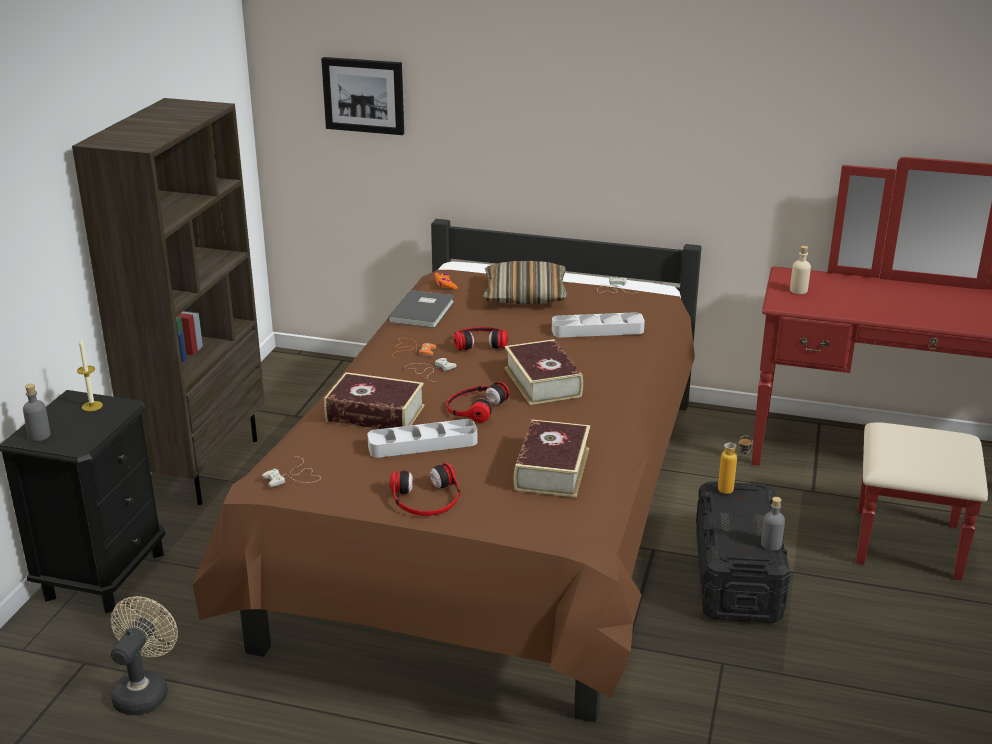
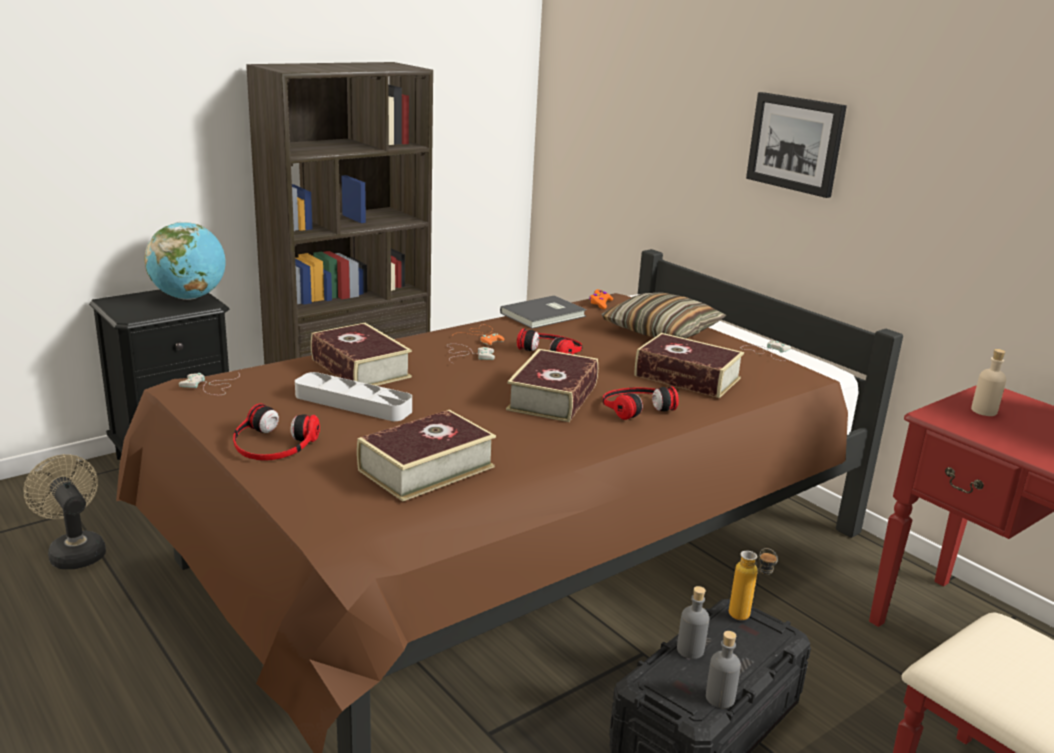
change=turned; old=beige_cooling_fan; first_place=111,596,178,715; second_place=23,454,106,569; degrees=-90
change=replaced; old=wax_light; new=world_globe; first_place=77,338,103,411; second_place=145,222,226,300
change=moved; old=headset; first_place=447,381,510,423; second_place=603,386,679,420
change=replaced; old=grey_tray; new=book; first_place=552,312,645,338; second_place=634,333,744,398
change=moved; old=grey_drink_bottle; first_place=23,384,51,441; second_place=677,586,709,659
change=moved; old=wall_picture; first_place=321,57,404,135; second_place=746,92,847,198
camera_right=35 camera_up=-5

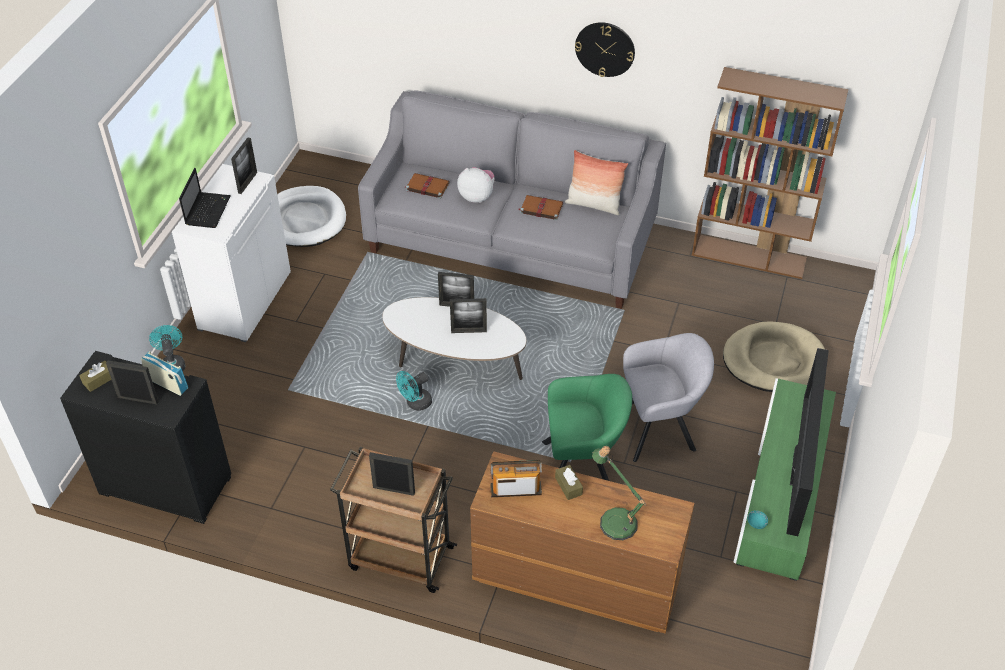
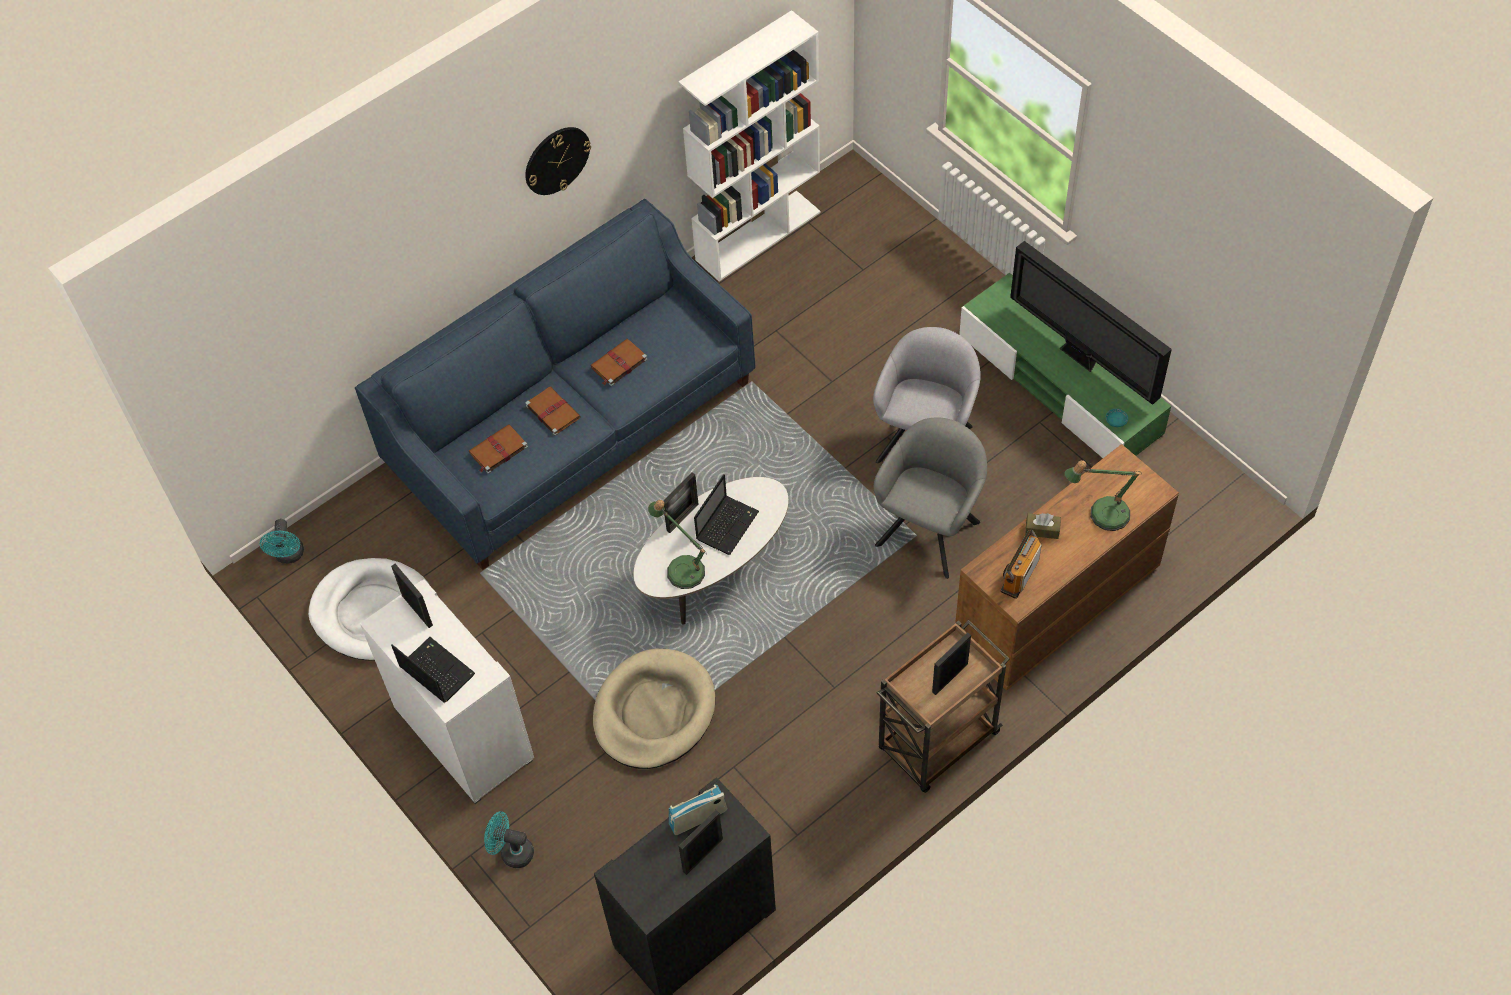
change=moved; old=turquoise-coloured_cooling_fan; first_place=396,371,432,411; second_place=260,519,304,564
change=recoloured; old=grey_couch; new=blue_couch; first_place=358,91,666,309; second_place=355,199,756,570
change=replaced; old=plush_toy; new=brown_book; first_place=457,167,495,203; second_place=526,386,581,436
change=moved; old=beige_dog_cushion; first_place=723,321,825,392; second_place=593,648,715,769
change=added; new=tabletop_lamp; second_place=648,500,707,589
change=recoloured; old=brown_bookshelf; new=white-coloured_bookshelf; first_place=692,67,848,279; second_place=679,10,821,281
change=replaced; old=photo_frame; new=notebook_computer; first_place=450,298,487,333; second_place=694,474,759,555
change=recoloured; old=green-coloured_lounge_chair; new=grey_lounge_chair; first_place=542,374,632,481; second_place=874,417,987,579
change=removed; old=brown_box_of_tissues; first_place=79,361,112,392
change=removed; old=pillow; first_place=565,150,628,215
camera_right=-55 camera_up=10

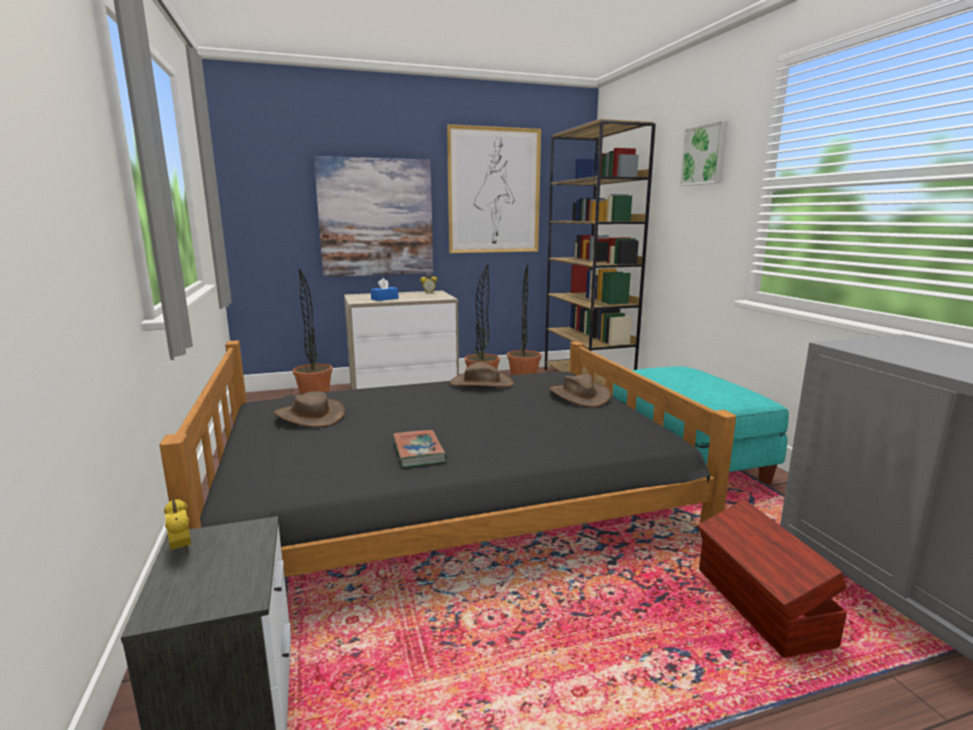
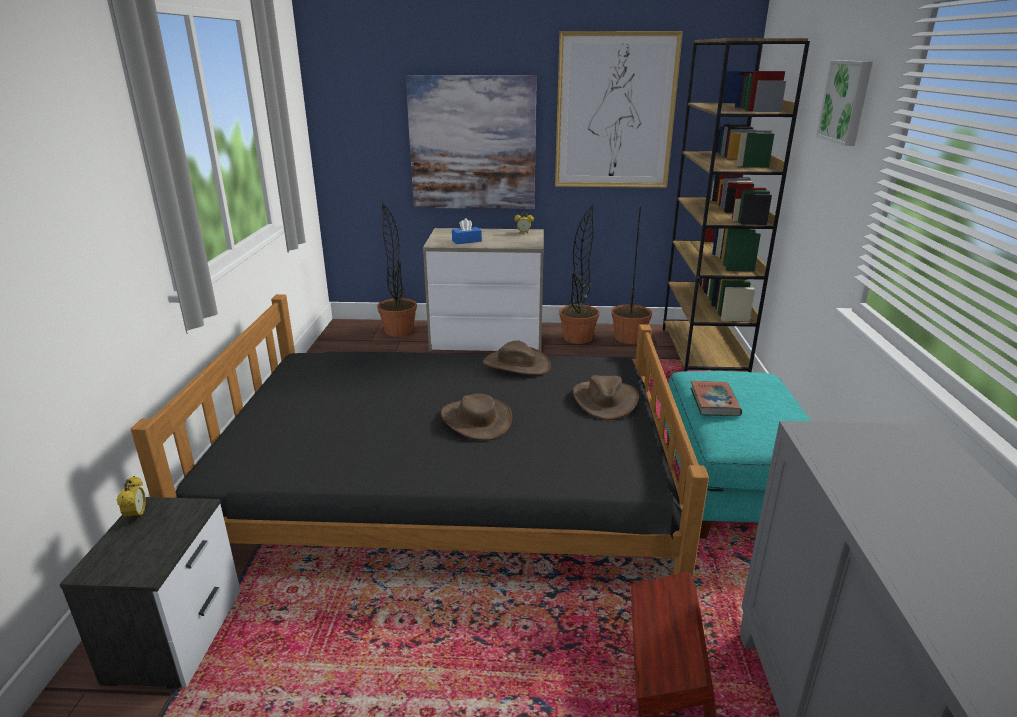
change=moved; old=brown_clothing_hat; first_place=274,391,345,427; second_place=441,393,512,440
change=moved; old=book; first_place=393,430,447,467; second_place=690,381,742,416
camera_right=20 camera_up=10

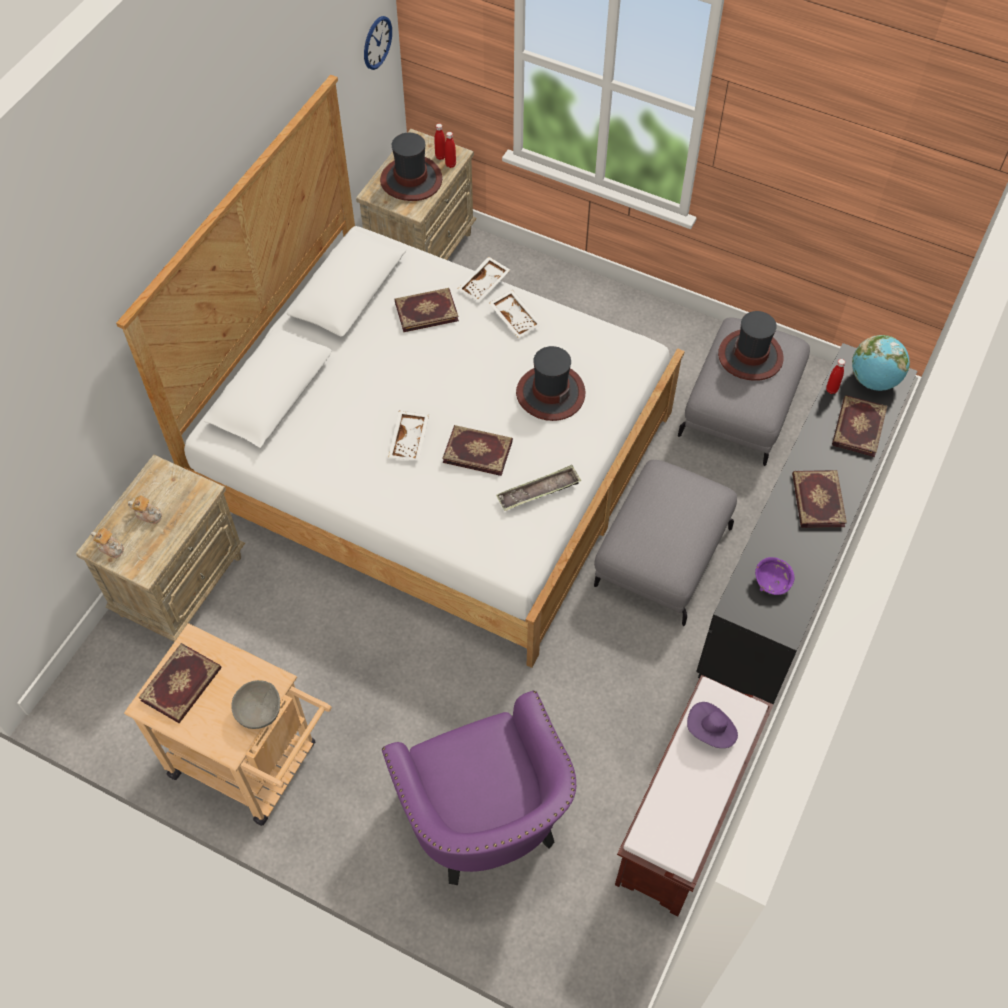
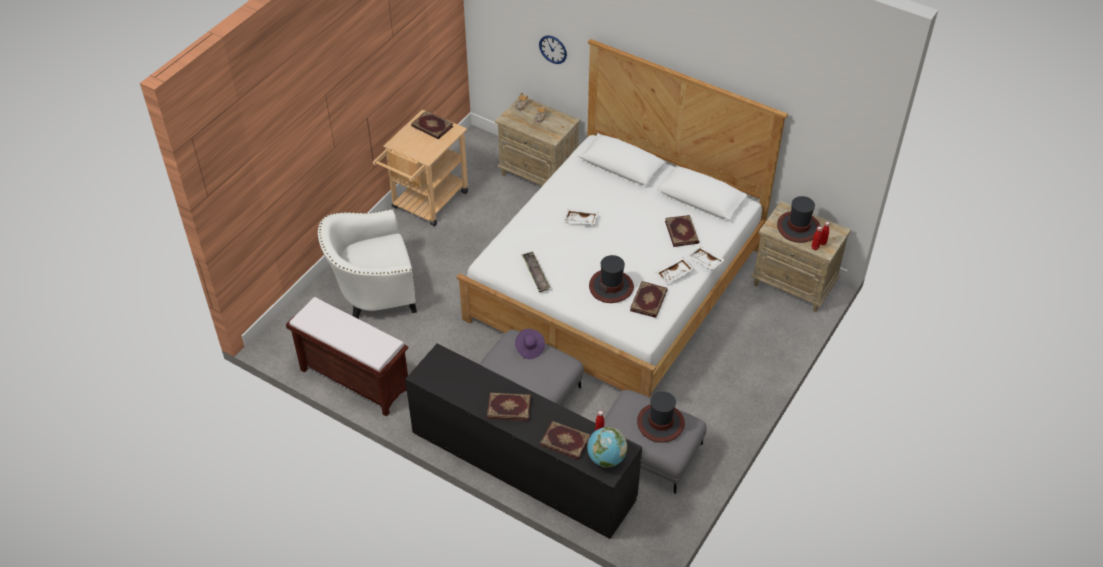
change=recoloured; old=purplish_lounge_chair; new=white-coloured_lounge_chair; first_place=382,691,576,885; second_place=318,209,417,319
change=moved; old=purplish_clothing_hat; first_place=687,702,738,748; second_place=515,329,545,359
change=moved; old=hanging_clock; first_place=364,16,392,70; second_place=539,35,567,64
change=moved; old=book; first_place=442,425,513,476; second_place=630,281,668,318
change=removed; old=grey_bowl; first_place=231,680,280,729
change=removed; old=purplish_bowl; first_place=755,557,795,595
camera_right=95 camera_up=-10

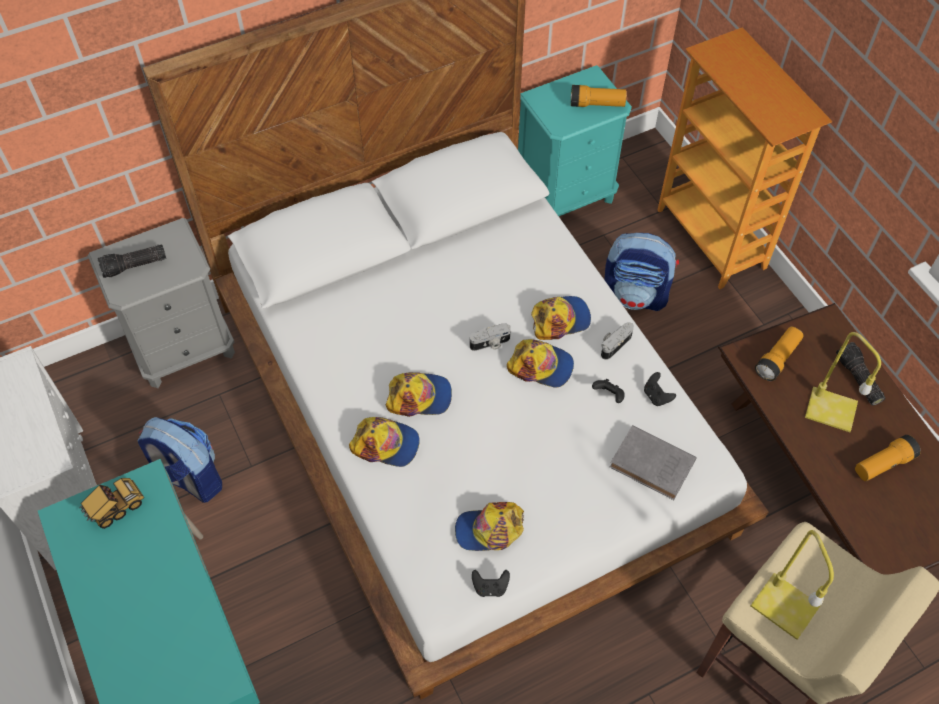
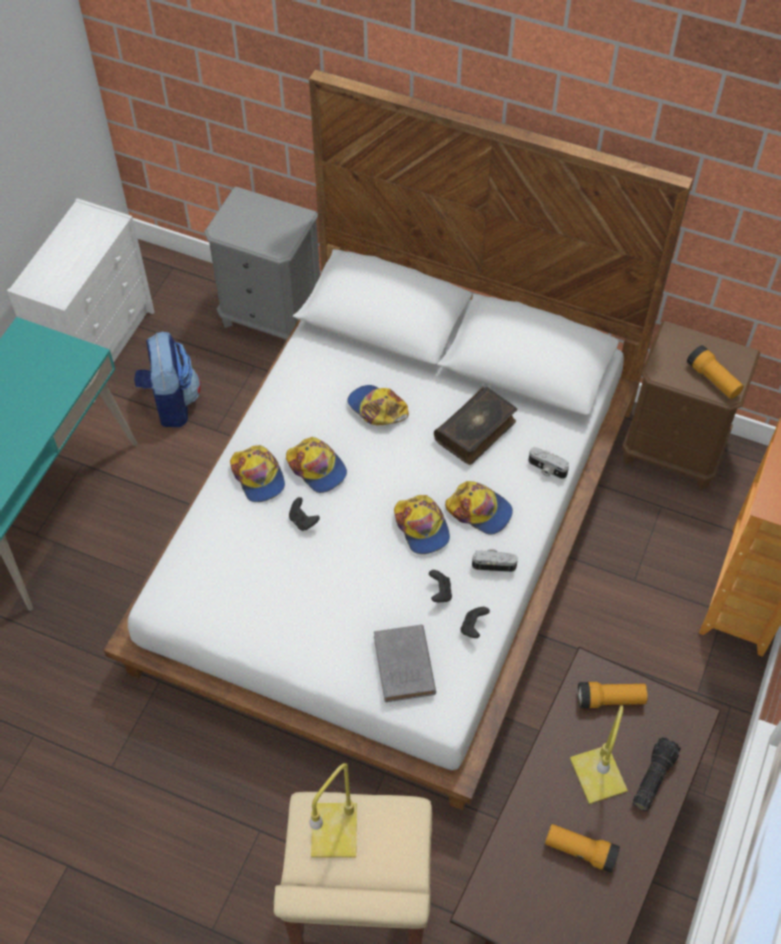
change=moved; old=black_joypad; first_place=472,570,510,597; second_place=289,497,320,531
change=moved; old=baseball_cap; first_place=455,502,524,551; second_place=347,385,409,425
change=added; new=book; second_place=434,387,517,465
change=moved; old=photo_camera; first_place=470,323,511,351; second_place=528,447,569,479
change=recoloured; old=turquoise-coloured_bedside_table; new=brown_bedside_table; first_place=518,65,632,216; second_place=622,321,760,489
change=removed; old=model_truck; first_place=80,478,144,529
change=removed; old=flashlight; first_place=97,245,166,278
change=removed; old=knapsack; first_place=604,233,679,311
camera_right=50 camera_up=0

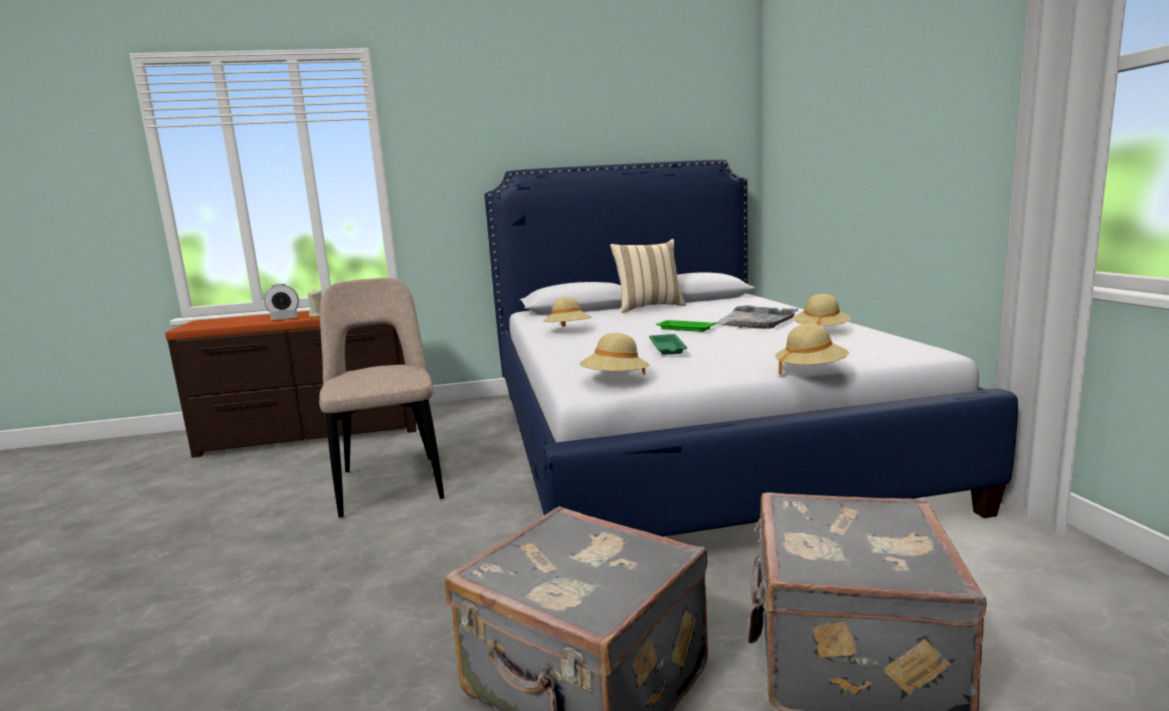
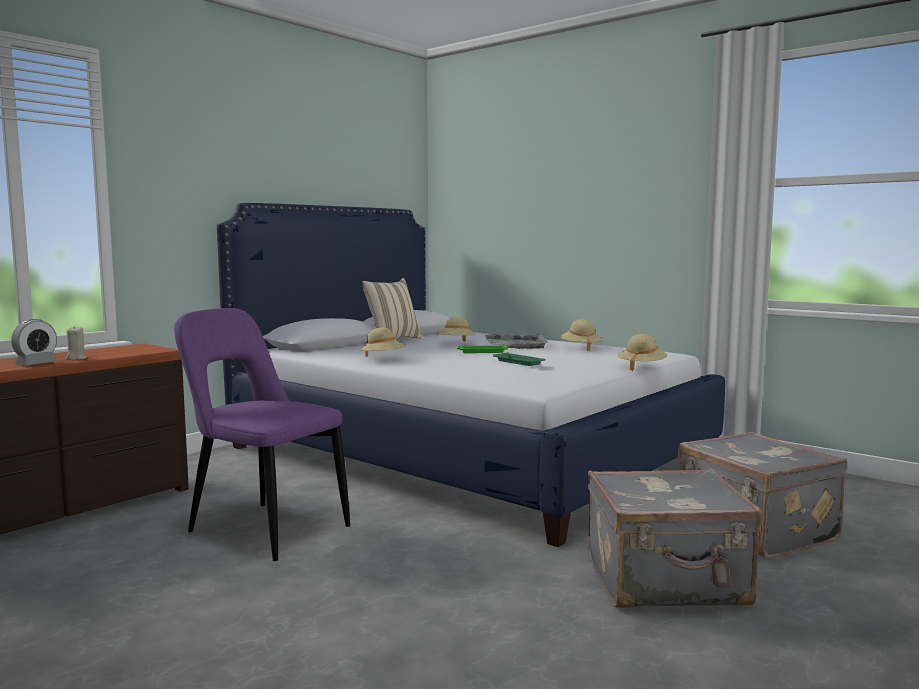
change=recoloured; old=beige_plain_chair; new=purplish_plain_chair; first_place=319,278,444,518; second_place=174,308,350,561
change=moved; old=beige_clothing_hat; first_place=579,333,649,375; second_place=437,316,476,342
camera_right=-40 camera_up=-5

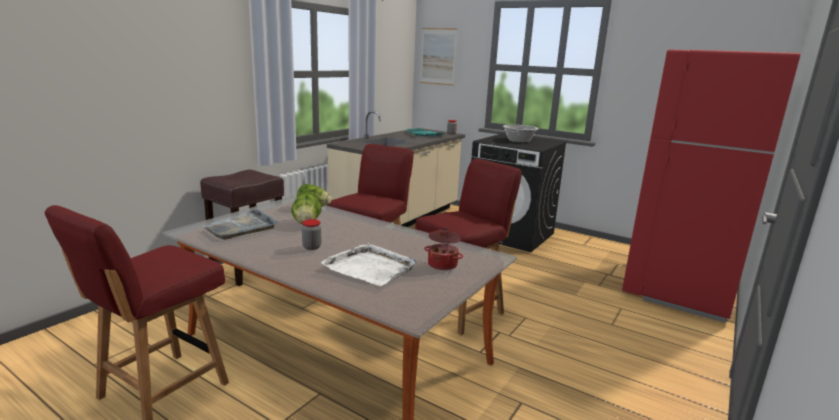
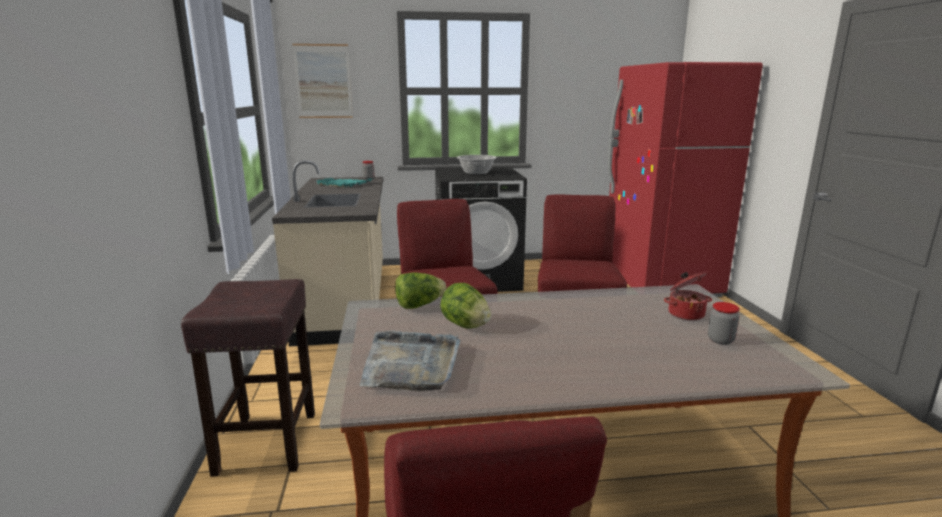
change=moved; old=jar; first_place=302,219,321,250; second_place=708,302,740,345
change=removed; old=white-coloured_tray; first_place=321,243,417,286
camera_right=-40 camera_up=0

